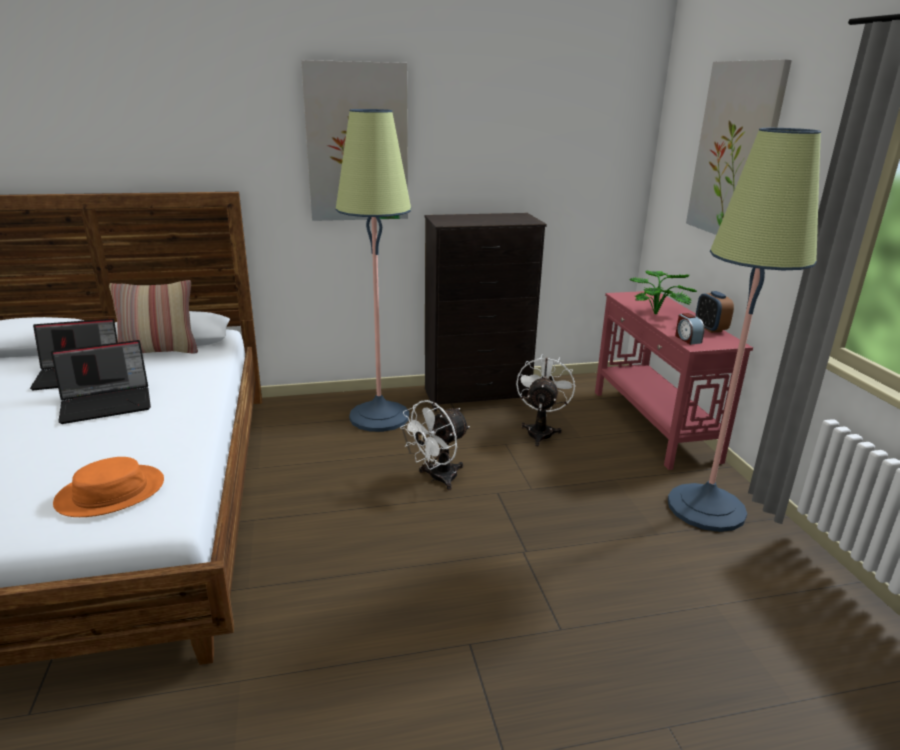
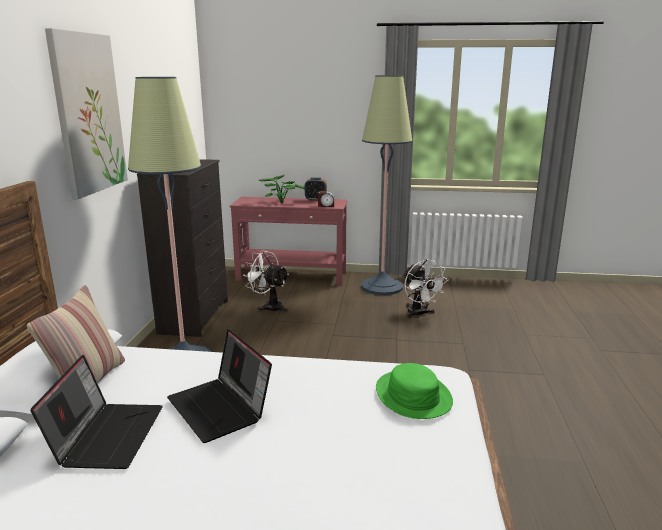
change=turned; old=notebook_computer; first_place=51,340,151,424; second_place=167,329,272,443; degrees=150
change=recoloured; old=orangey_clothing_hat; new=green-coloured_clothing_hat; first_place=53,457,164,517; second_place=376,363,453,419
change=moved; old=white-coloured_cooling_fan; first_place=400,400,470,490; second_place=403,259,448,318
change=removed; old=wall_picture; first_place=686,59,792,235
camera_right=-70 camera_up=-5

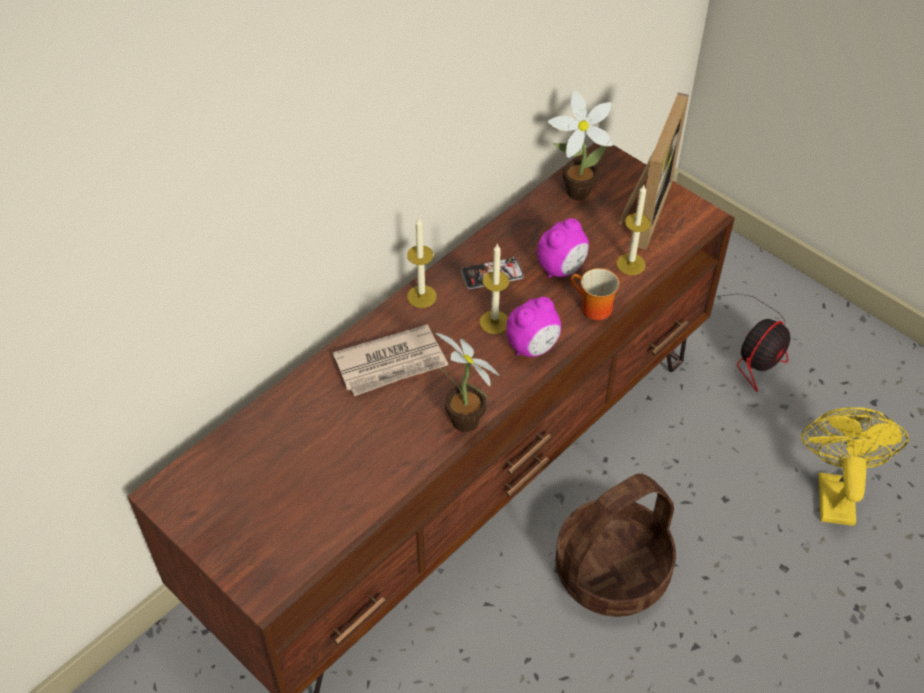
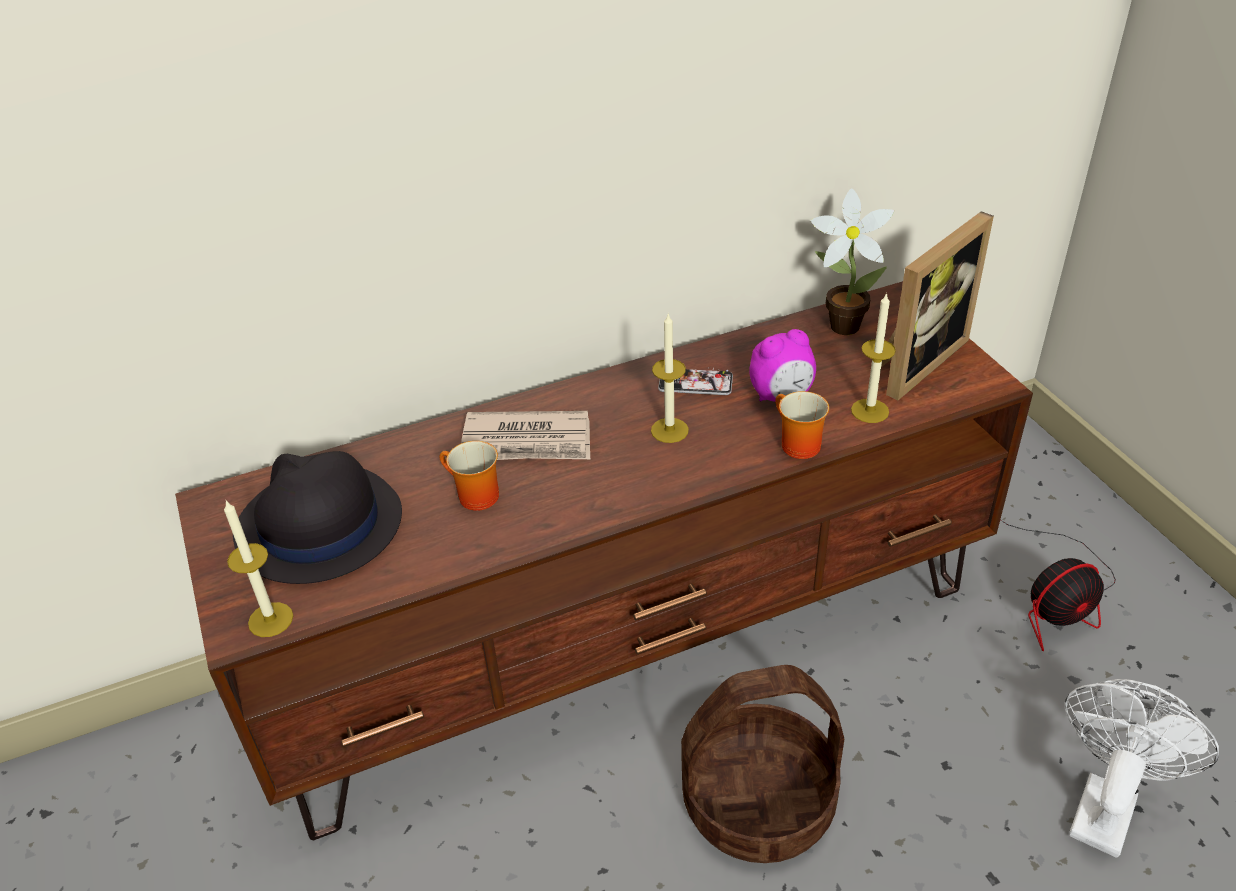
change=moved; old=wax_light; first_place=407,218,437,308; second_place=224,501,293,637
change=added; new=black_clothing_hat; second_place=233,451,402,584
change=added; new=coffee_mug; second_place=439,441,499,511
change=recoloured; old=yellowish_cooling_fan; new=white-coloured_cooling_fan; first_place=801,407,909,526; second_place=1064,679,1219,858
change=removed; old=potted_plant; first_place=435,333,500,432
change=removed; old=alarm_clock; first_place=506,297,561,357
camera_right=25 camera_up=-10

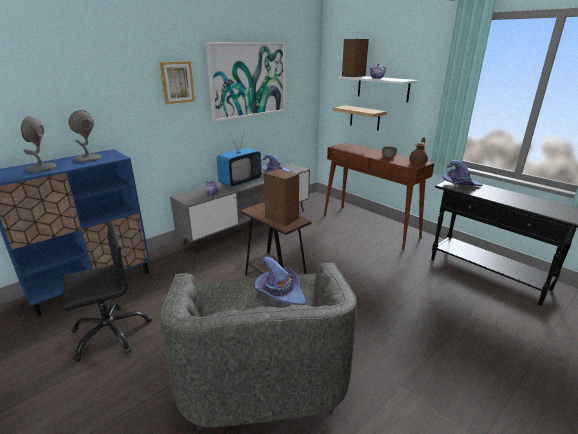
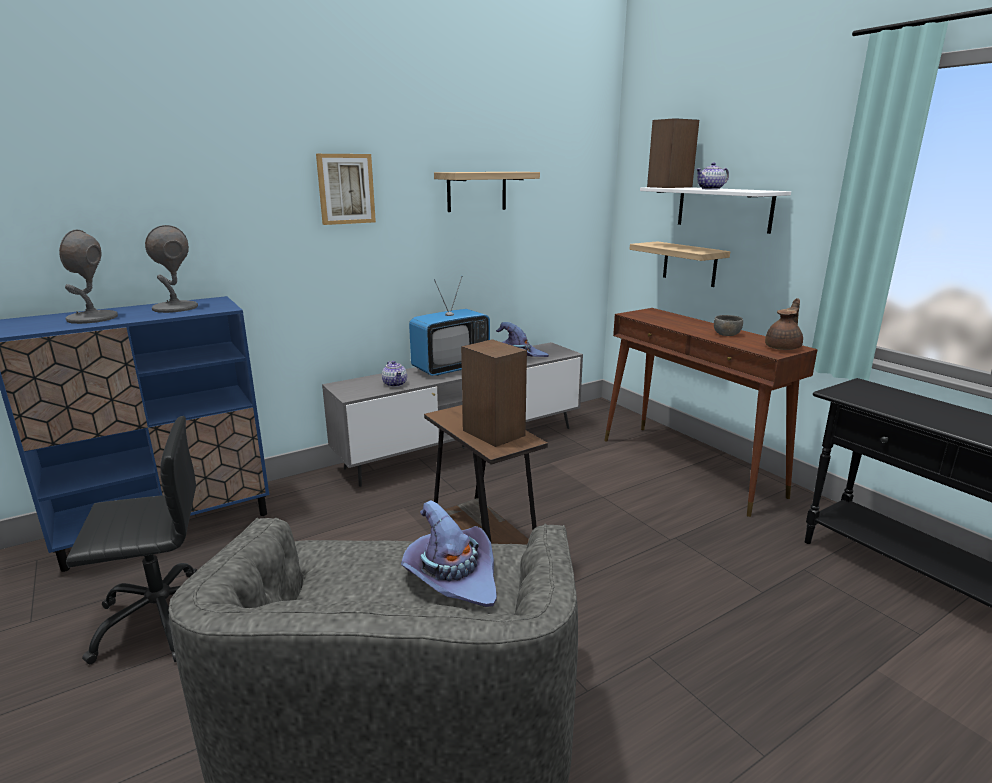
change=replaced; old=wall_picture; new=wall_shelf; first_place=205,42,286,122; second_place=434,172,540,212
change=removed; old=purplish_clothing_hat; first_place=443,160,483,186
camera_right=10 camera_up=-5

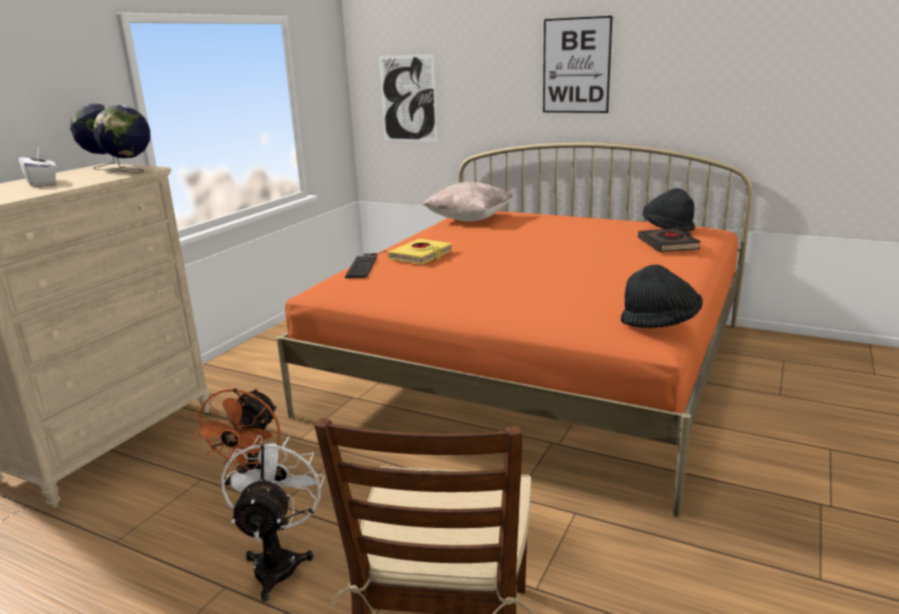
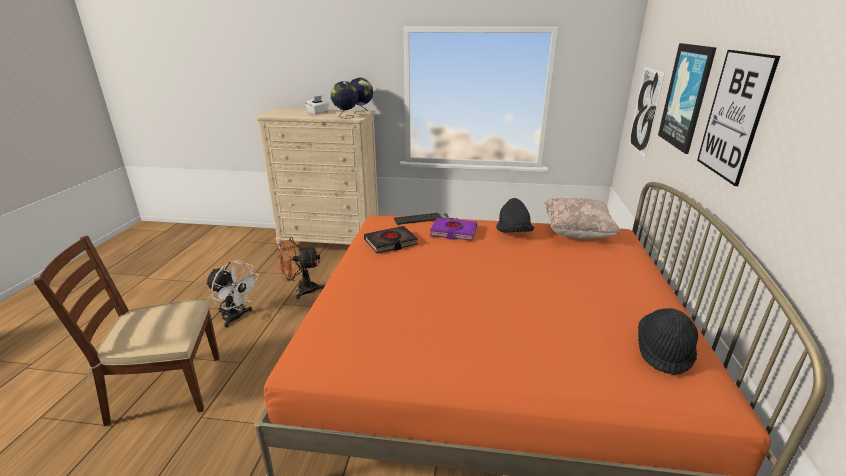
change=turned; old=white-coloured_cooling_fan; first_place=221,435,324,601; second_place=205,260,259,328; degrees=45
change=moved; old=black_book; first_place=638,228,701,252; second_place=364,226,418,254
change=recoloured; old=yellowish_book; new=purplish_book; first_place=387,239,453,265; second_place=430,218,477,240
change=moved; old=black_clothing_hat; first_place=621,264,703,328; second_place=496,198,534,233
change=added; new=wall_picture; second_place=658,43,716,154
camera_right=70 camera_up=5

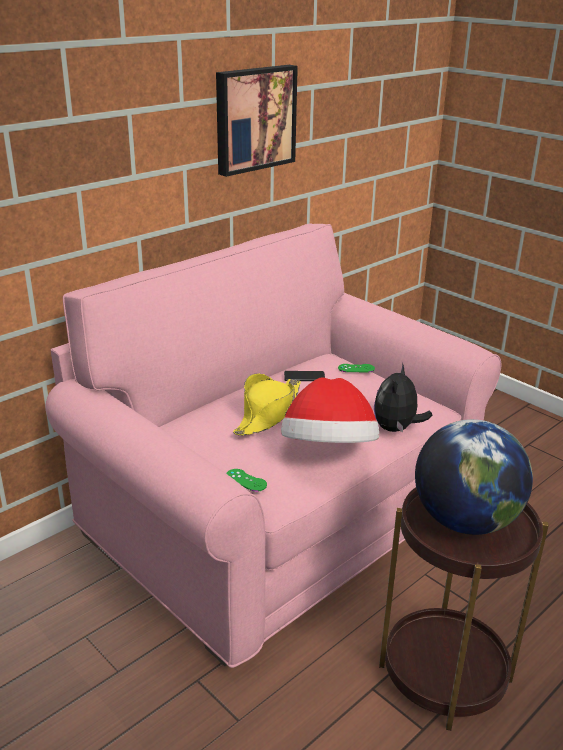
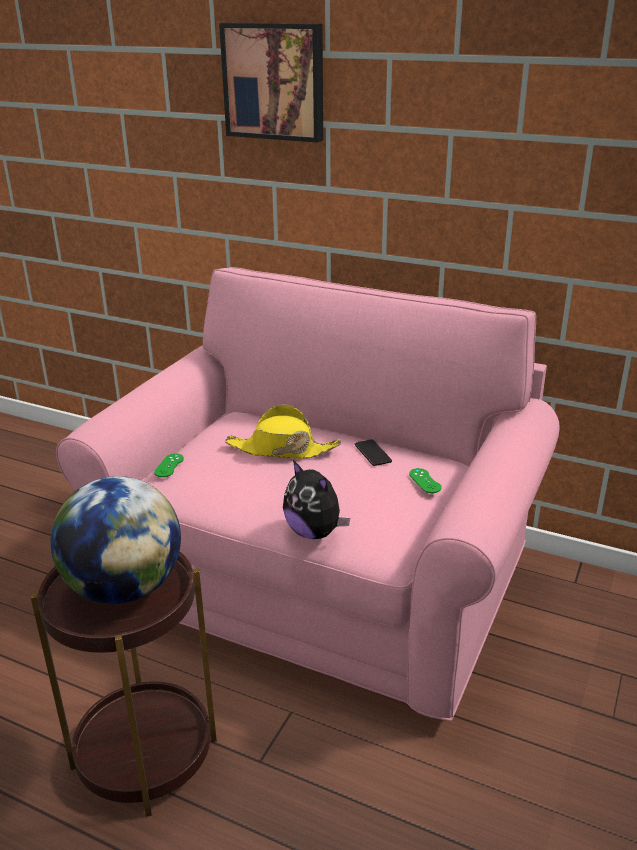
change=moved; old=wall_picture; first_place=216,65,298,177; second_place=219,23,323,143
change=turned; old=plush_toy; first_place=374,362,432,433; second_place=283,460,350,539; degrees=-135
change=removed; old=clothing_hat; first_place=281,377,379,443
camera_right=70 camera_up=0

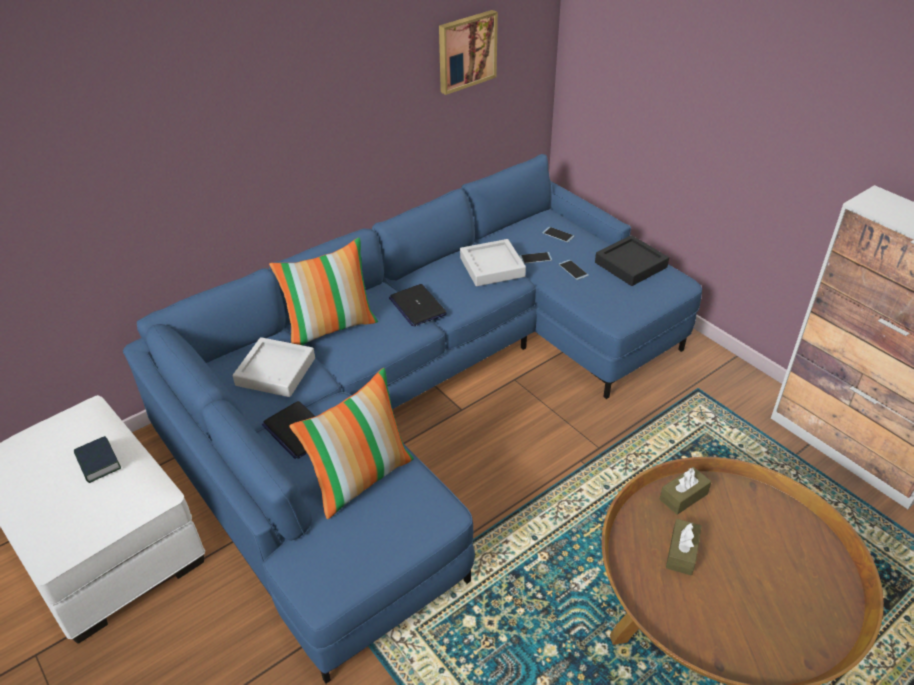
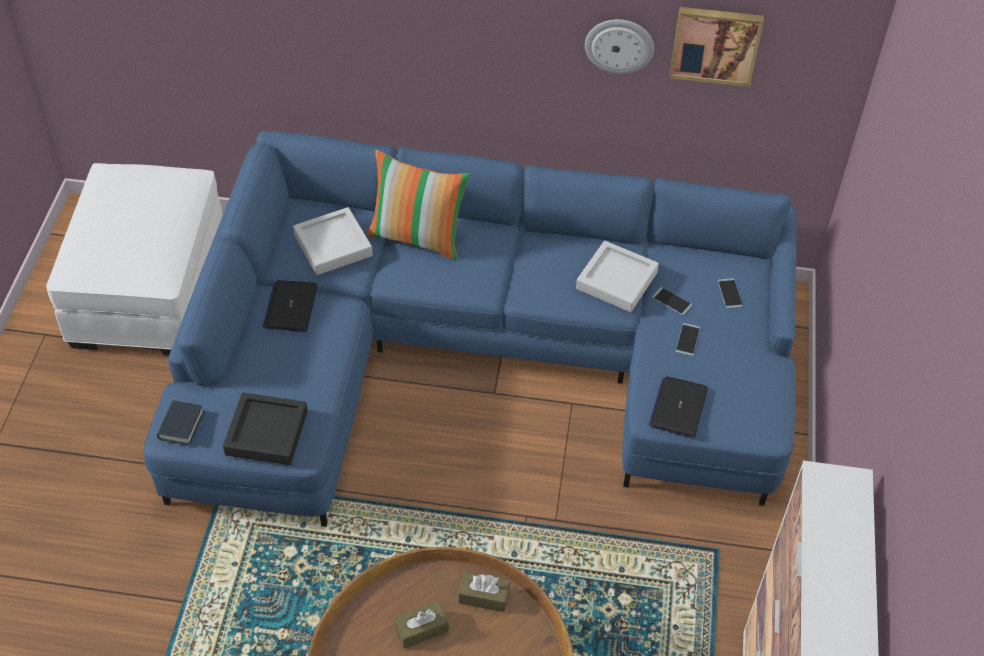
change=moved; old=book; first_place=74,436,121,483; second_place=157,400,205,445
change=moved; old=black_tray; first_place=595,235,669,286; second_place=223,393,308,465
change=added; new=hanging_clock; second_place=585,19,654,74
change=moved; old=notebook_computer; first_place=389,284,447,327; second_place=649,376,708,438
change=removed; old=pillow; first_place=289,368,414,519
camera_right=45 camera_up=10

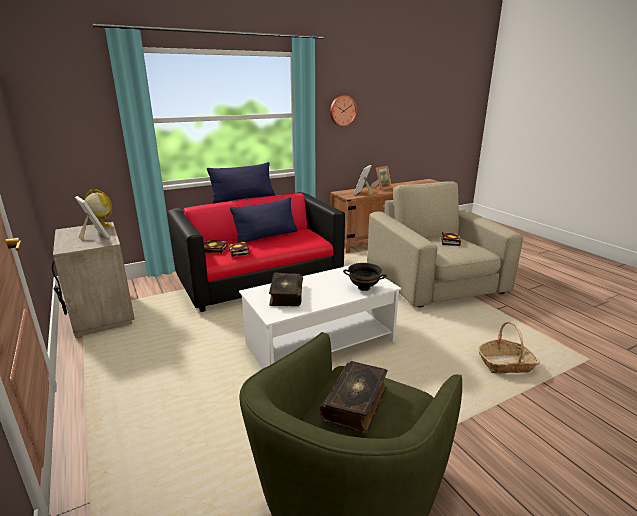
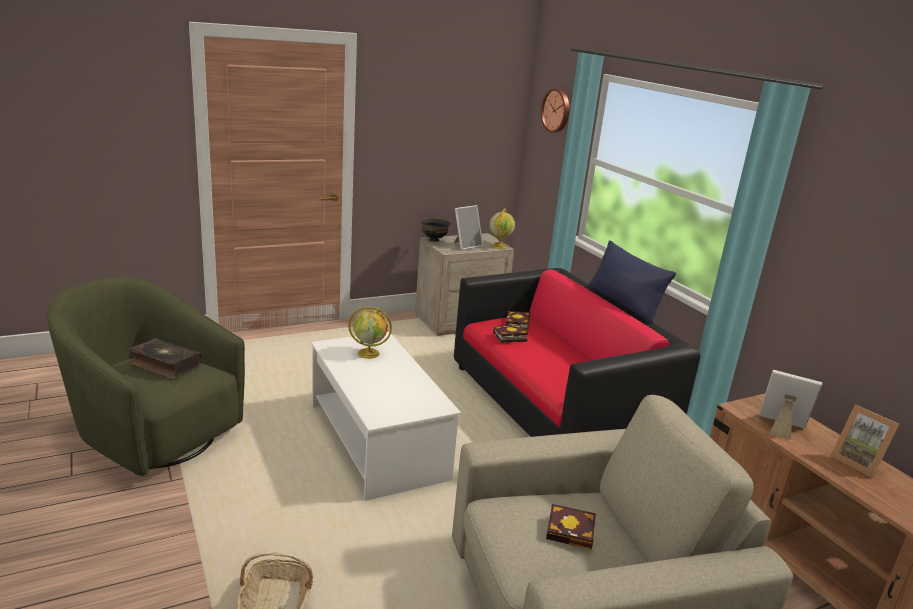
change=replaced; old=book; new=world_globe; first_place=269,273,303,306; second_place=348,307,392,359
change=moved; old=black_bowl; first_place=343,263,387,291; second_place=421,218,450,242
change=moved; old=hanging_clock; first_place=330,95,357,127; second_place=541,89,569,133
change=removed; old=blue_pillow; first_place=230,197,298,243
camera_right=90 camera_up=0

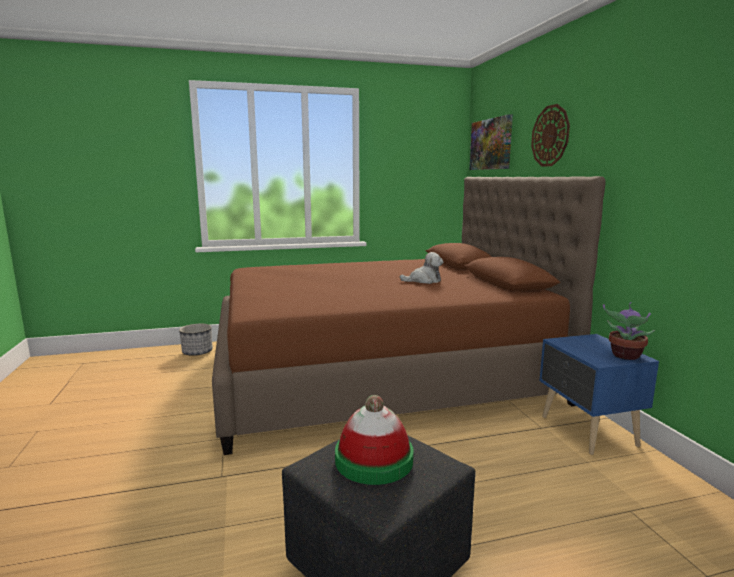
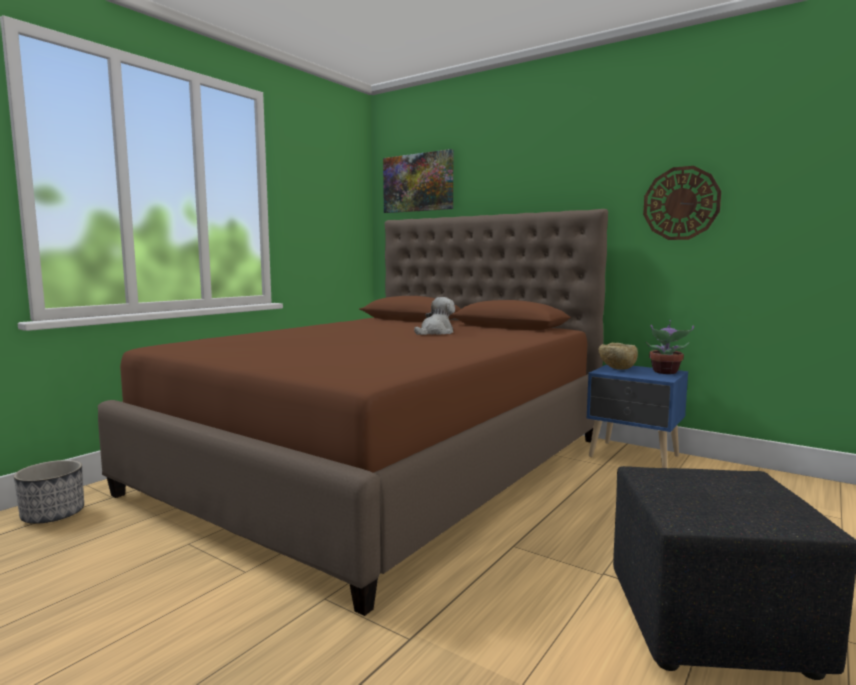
change=added; new=beige_bowl; second_place=599,343,638,370
change=moved; old=hanging_clock; first_place=531,104,570,167; second_place=643,166,721,240
change=removed; old=clothing_hat; first_place=335,395,414,485
camera_right=-40 camera_up=-5

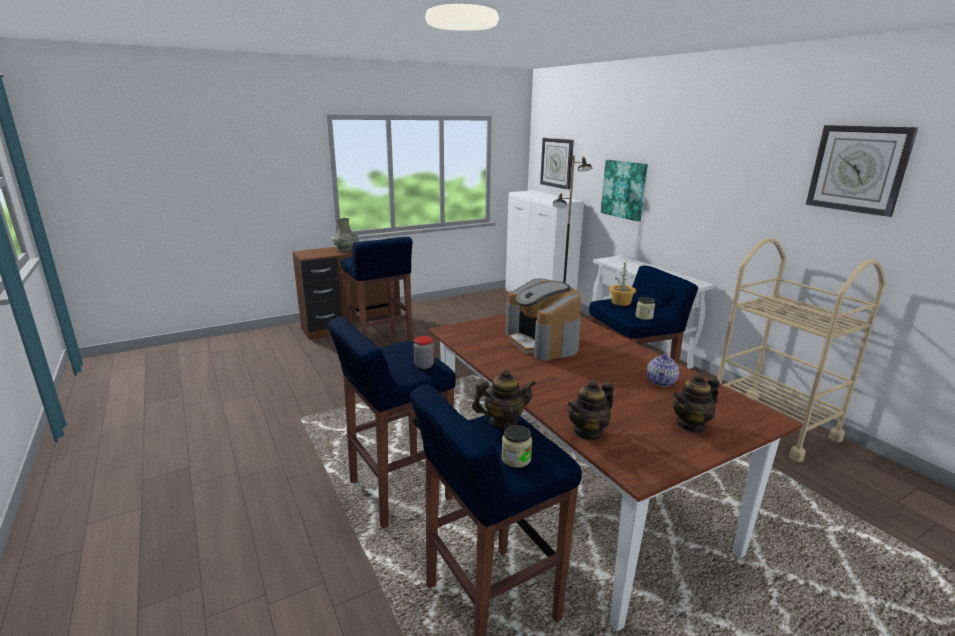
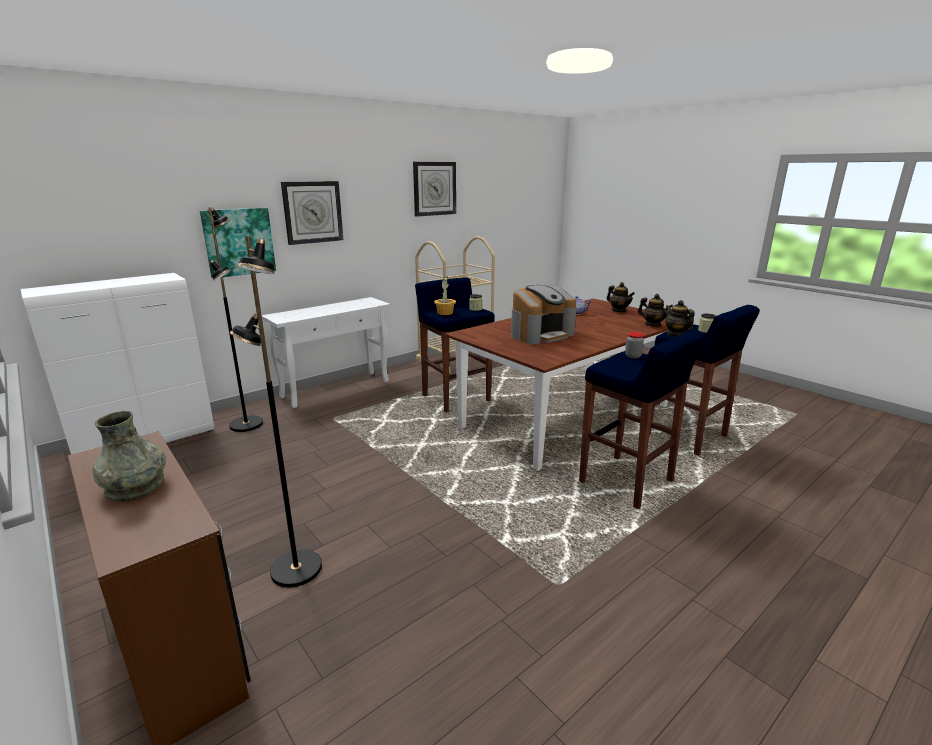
change=replaced; old=blue_sitting_stool; new=black_floor_lamp; first_place=341,237,413,341; second_place=230,235,322,587
change=moved; old=hanging_clock; first_place=540,138,574,190; second_place=281,181,343,245
camera_right=-100 camera_up=0

